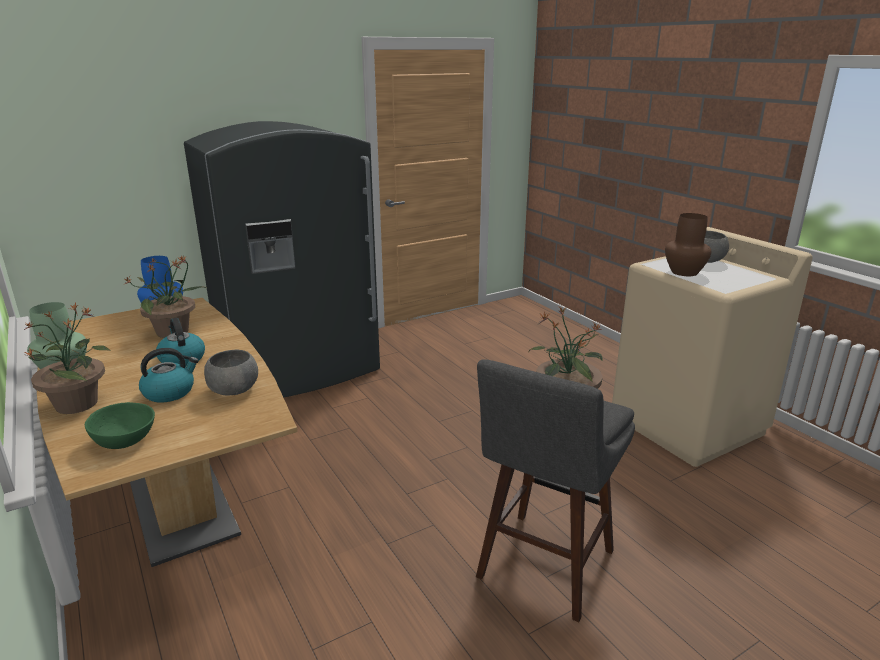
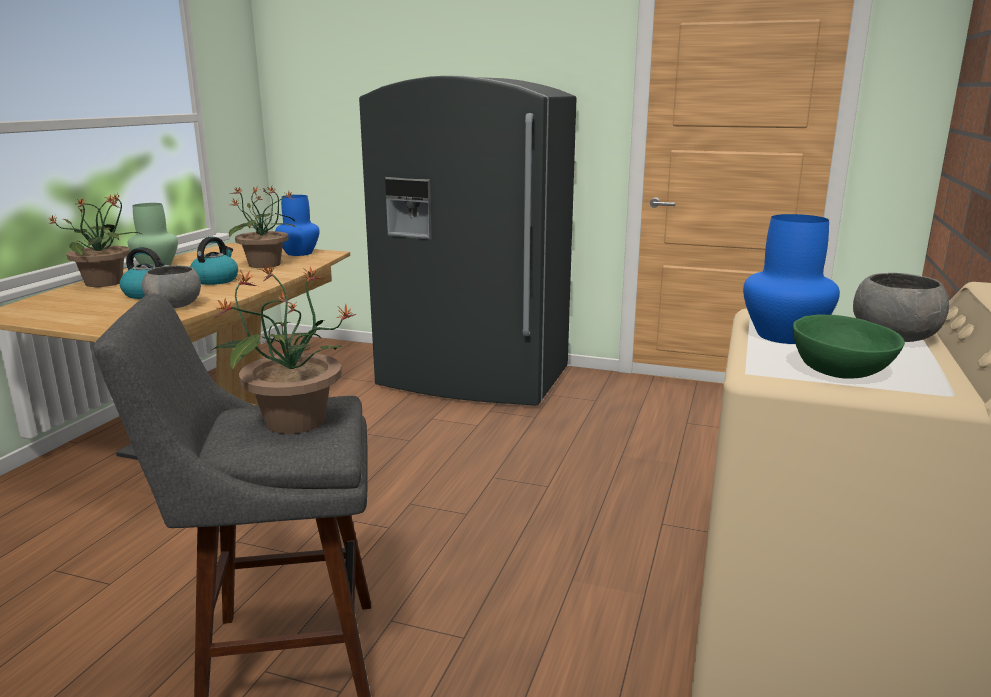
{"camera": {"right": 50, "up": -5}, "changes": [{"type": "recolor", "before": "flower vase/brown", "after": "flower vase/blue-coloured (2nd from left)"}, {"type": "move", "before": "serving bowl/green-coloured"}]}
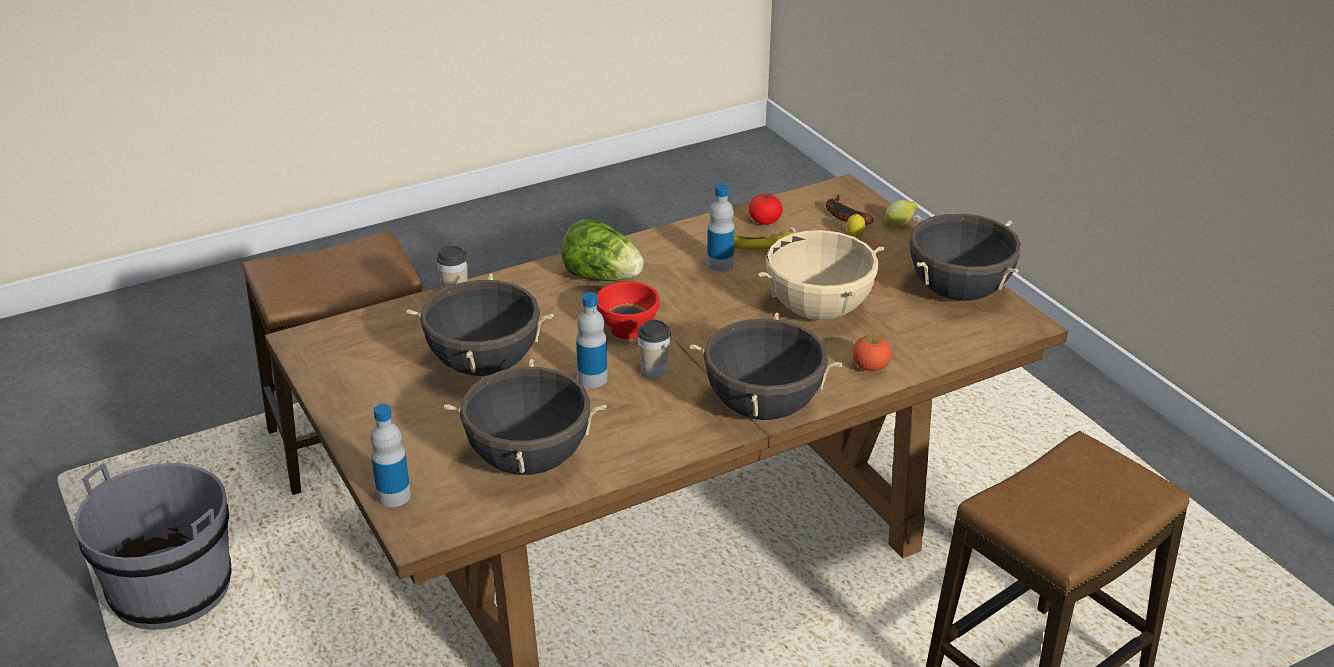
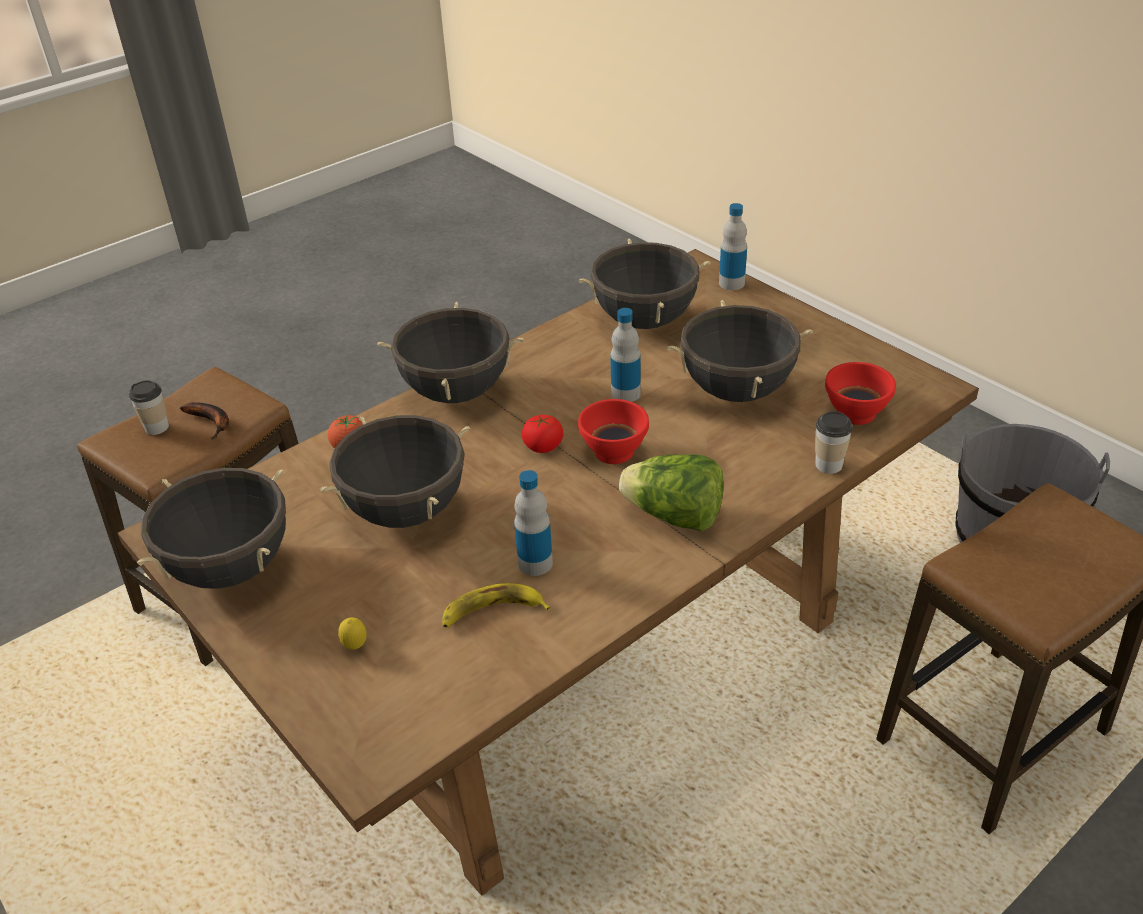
{"camera": {"right": 170, "up": 5}, "changes": [{"type": "move", "before": "cup (2nd from left in the first image)", "after": "cup (1st from left)"}, {"type": "move", "before": "banana (2nd from left in the first image)", "after": "banana (1st from left)"}, {"type": "recolor", "before": "saucepot/beige-coloured", "after": "saucepot/black (2nd from left)"}, {"type": "move", "before": "whole tomato (1st from left in the first image)", "after": "whole tomato (2nd from left)"}, {"type": "insert", "after": "serving bowl/reddish (2nd from left)"}, {"type": "delete", "before": "citrus fruit (2nd from left)"}]}
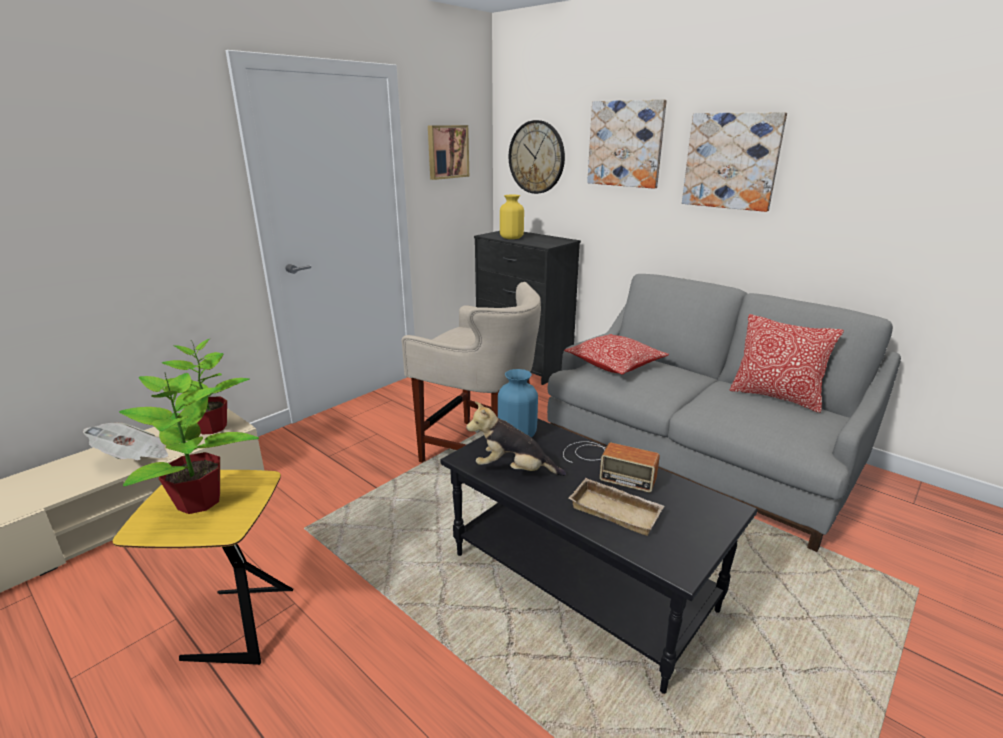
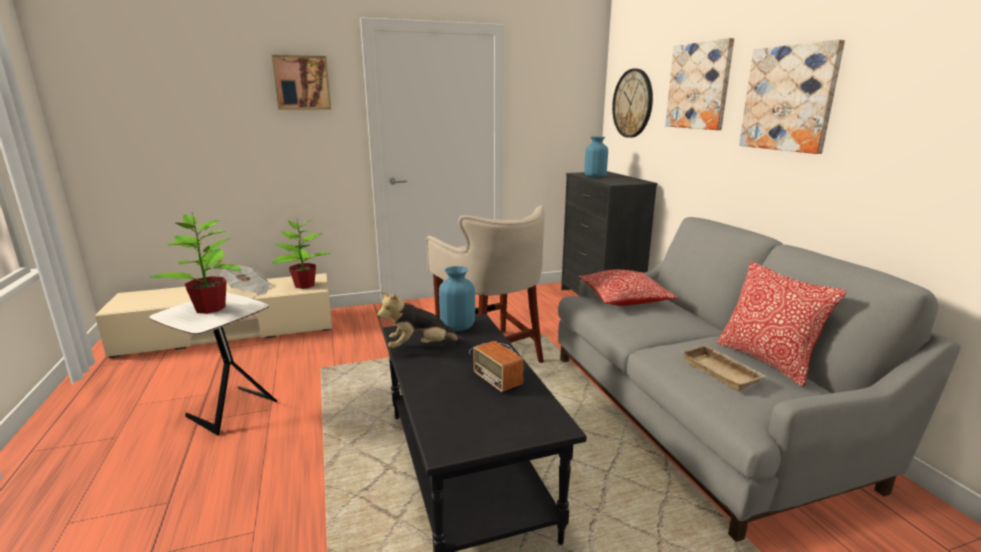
{"camera": {"right": 30, "up": -5}, "changes": [{"type": "recolor", "before": "accent table/yellow-coloured", "after": "accent table/whitish"}, {"type": "move", "before": "wall art (1st from left)"}, {"type": "rotate", "before": "cuddly toy", "turn": -60}, {"type": "recolor", "before": "flower vase/yellow-coloured", "after": "flower vase/blue-coloured (2nd from left)"}, {"type": "move", "before": "carrying tray/beige-coloured"}]}
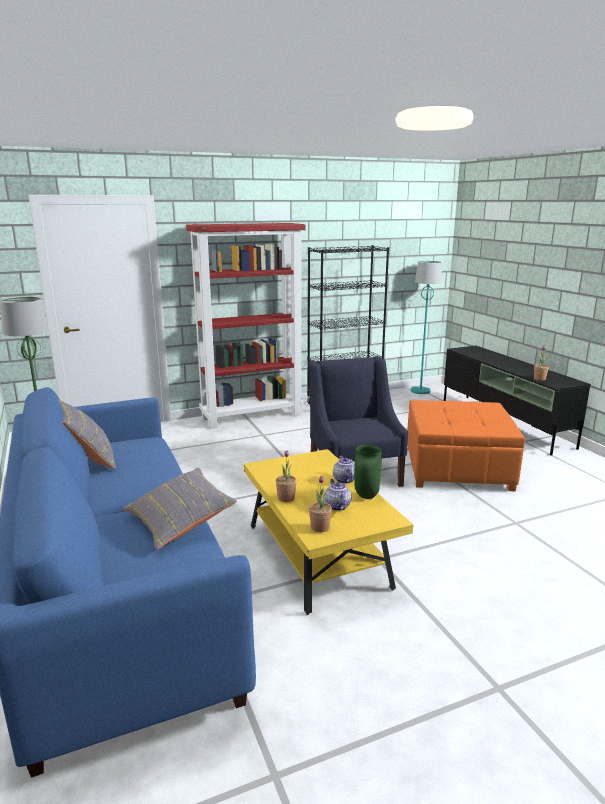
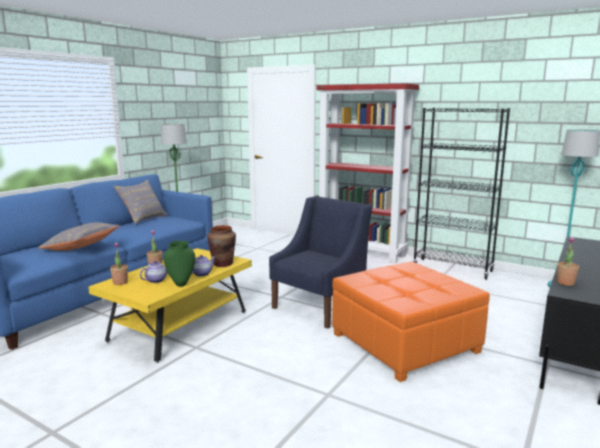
{"camera": {"right": 55, "up": -5}, "changes": [{"type": "insert", "after": "flower vase/brown"}]}
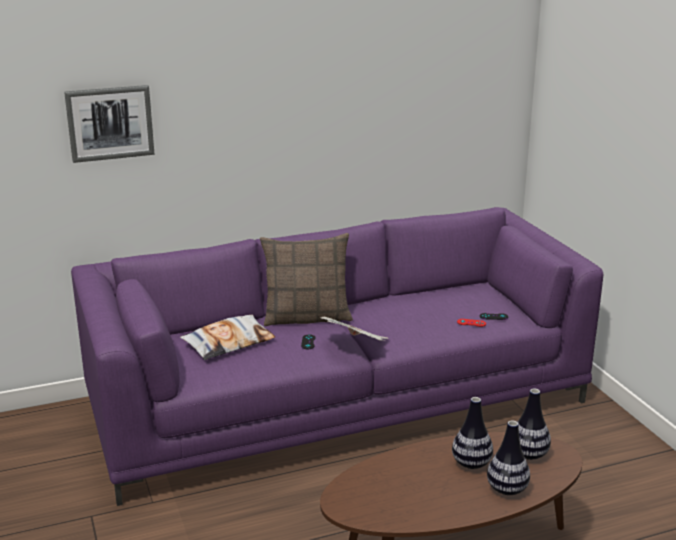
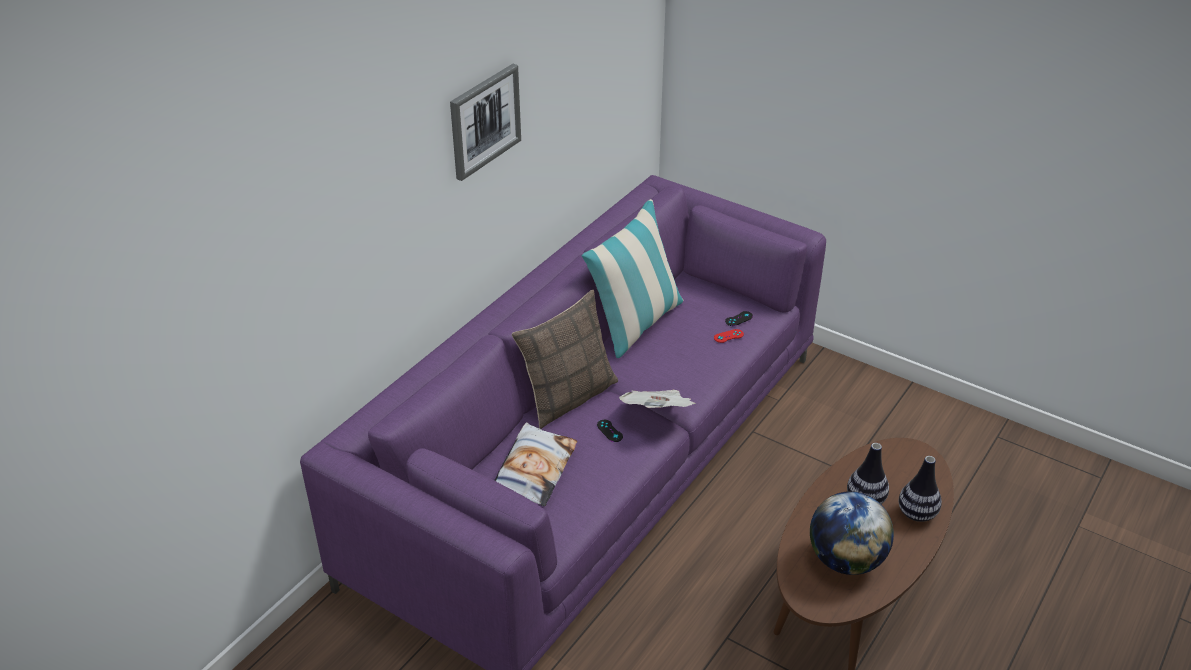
{"camera": {"right": -35, "up": 15}, "changes": [{"type": "move", "before": "wall art"}, {"type": "insert", "after": "cushion (3rd from left)"}, {"type": "insert", "after": "world globe"}, {"type": "delete", "before": "flower vase (3rd from left)"}]}
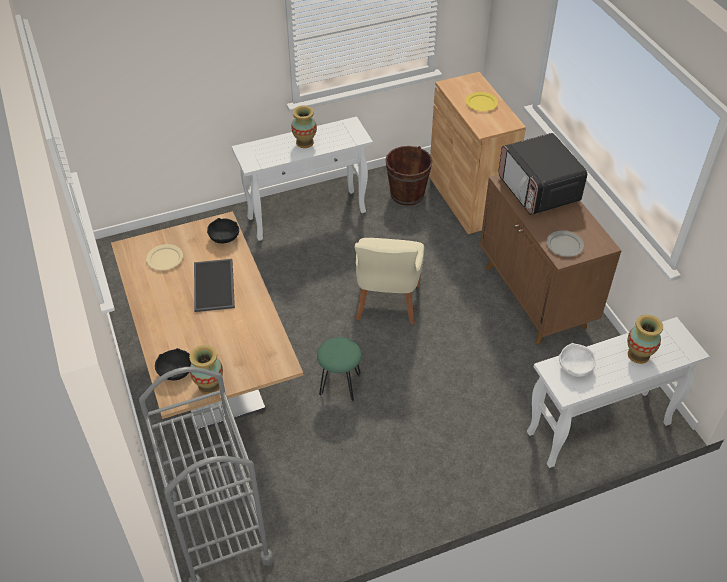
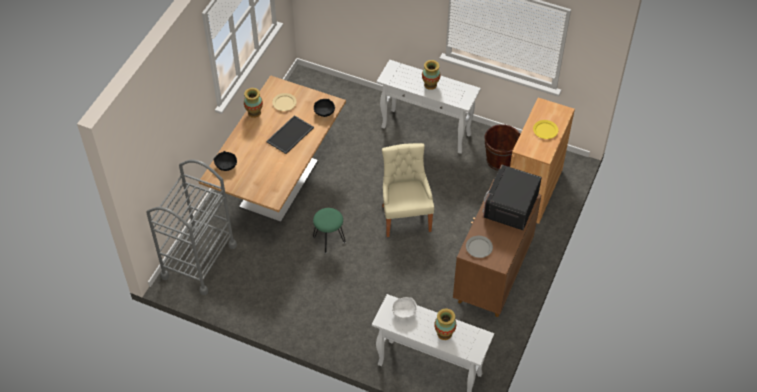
{"camera": {"right": 45, "up": 5}, "changes": [{"type": "move", "before": "flower vase (1st from left)"}, {"type": "rotate", "before": "upright chair/beige-coloured", "turn": 120}]}
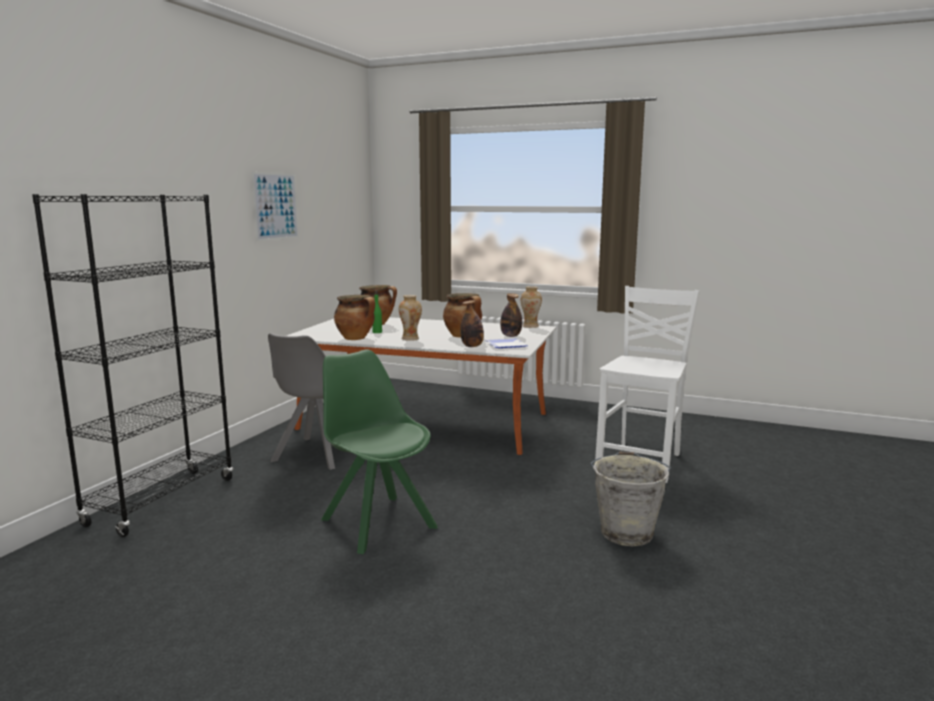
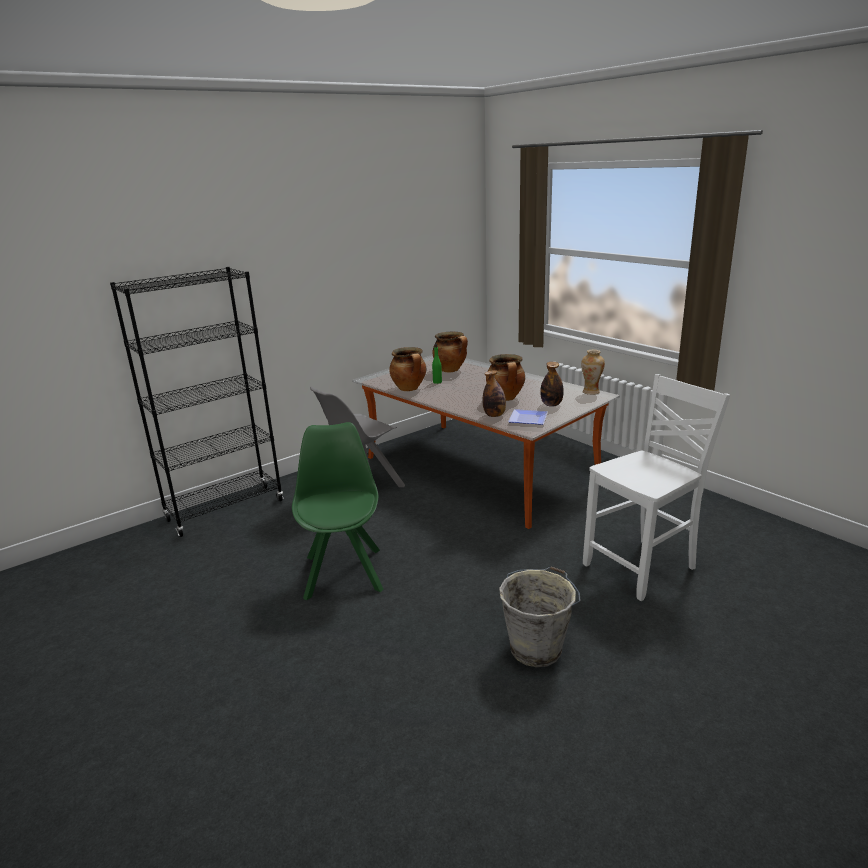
{"camera": {"right": 30, "up": 10}, "changes": [{"type": "delete", "before": "wall art"}, {"type": "delete", "before": "flower vase (1st from left)"}]}
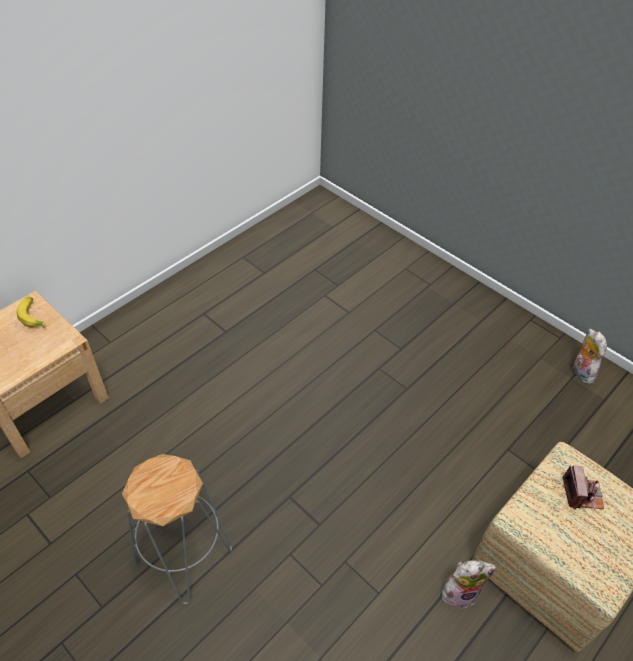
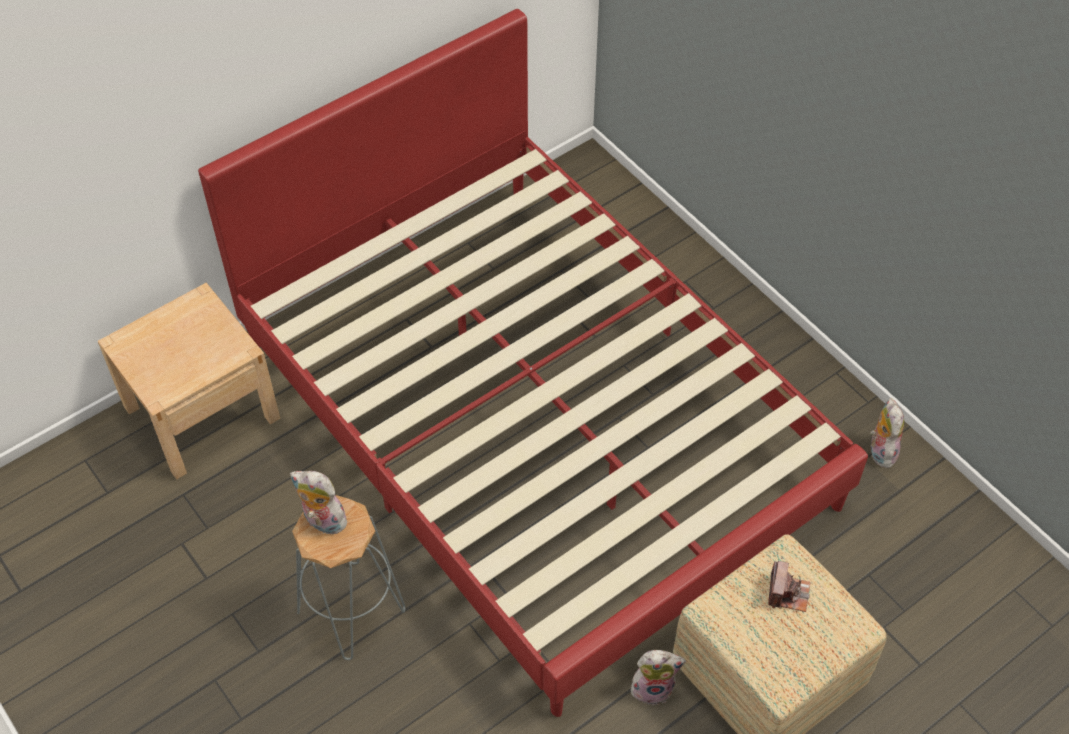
{"camera": {"right": 10, "up": 5}, "changes": [{"type": "insert", "after": "bed/reddish"}, {"type": "insert", "after": "cuddly toy (1st from left)"}, {"type": "delete", "before": "banana"}]}
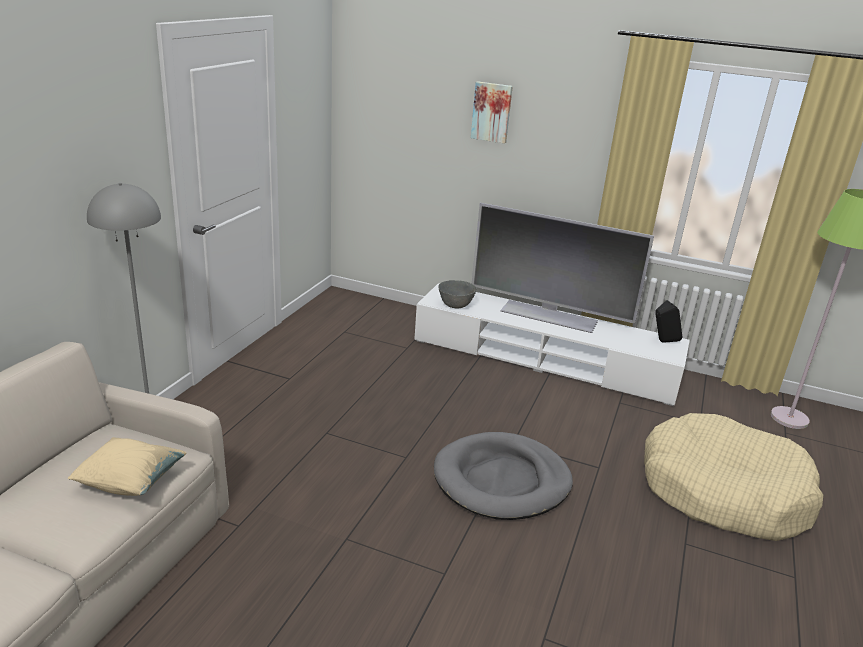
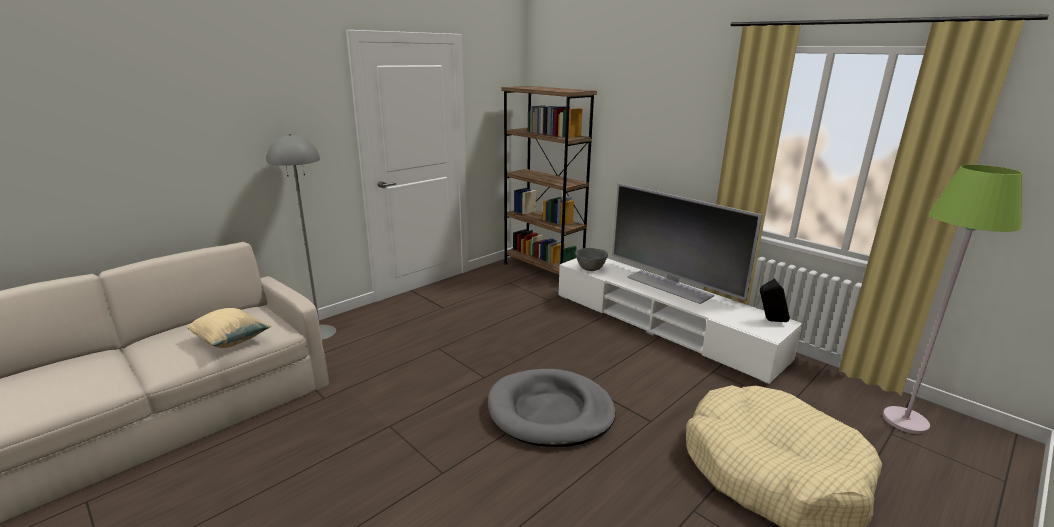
{"camera": {"right": 25, "up": -5}, "changes": [{"type": "insert", "after": "bookshelf/brown"}, {"type": "delete", "before": "wall art"}]}
